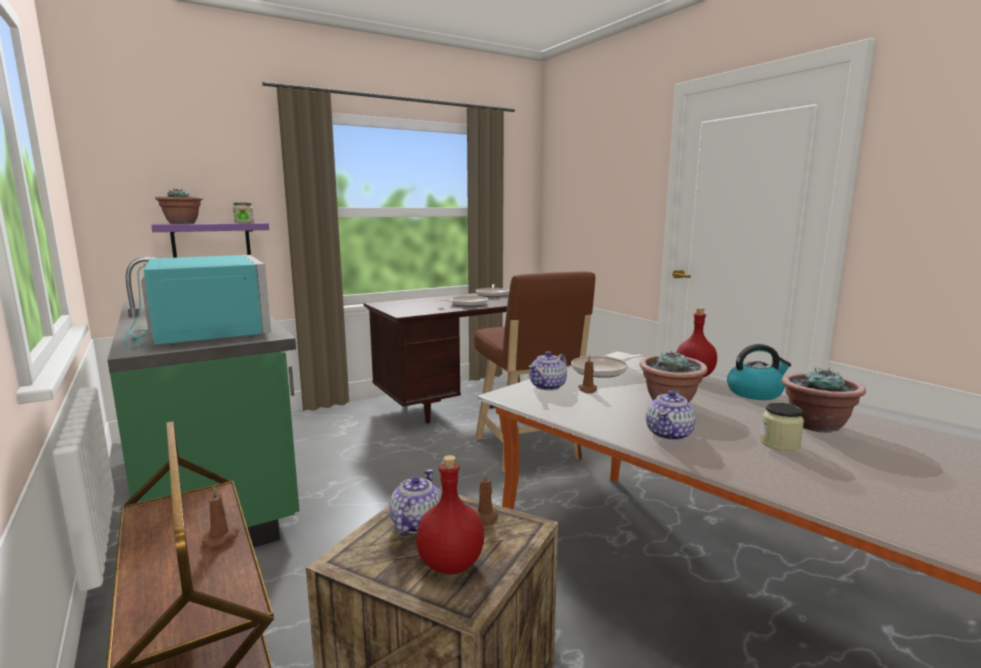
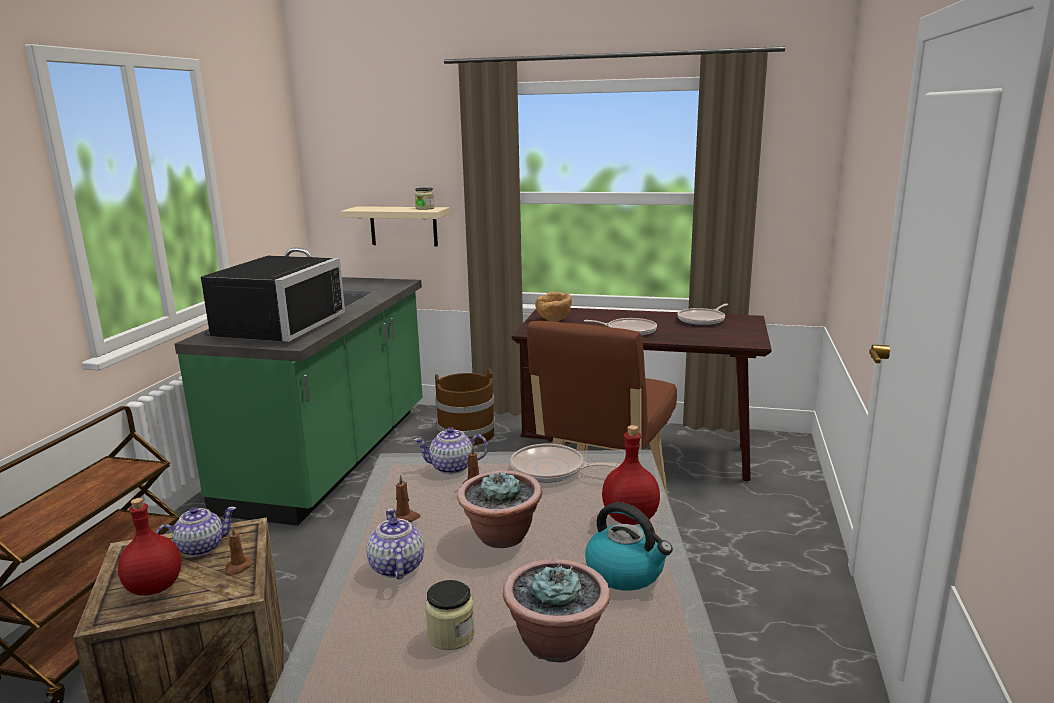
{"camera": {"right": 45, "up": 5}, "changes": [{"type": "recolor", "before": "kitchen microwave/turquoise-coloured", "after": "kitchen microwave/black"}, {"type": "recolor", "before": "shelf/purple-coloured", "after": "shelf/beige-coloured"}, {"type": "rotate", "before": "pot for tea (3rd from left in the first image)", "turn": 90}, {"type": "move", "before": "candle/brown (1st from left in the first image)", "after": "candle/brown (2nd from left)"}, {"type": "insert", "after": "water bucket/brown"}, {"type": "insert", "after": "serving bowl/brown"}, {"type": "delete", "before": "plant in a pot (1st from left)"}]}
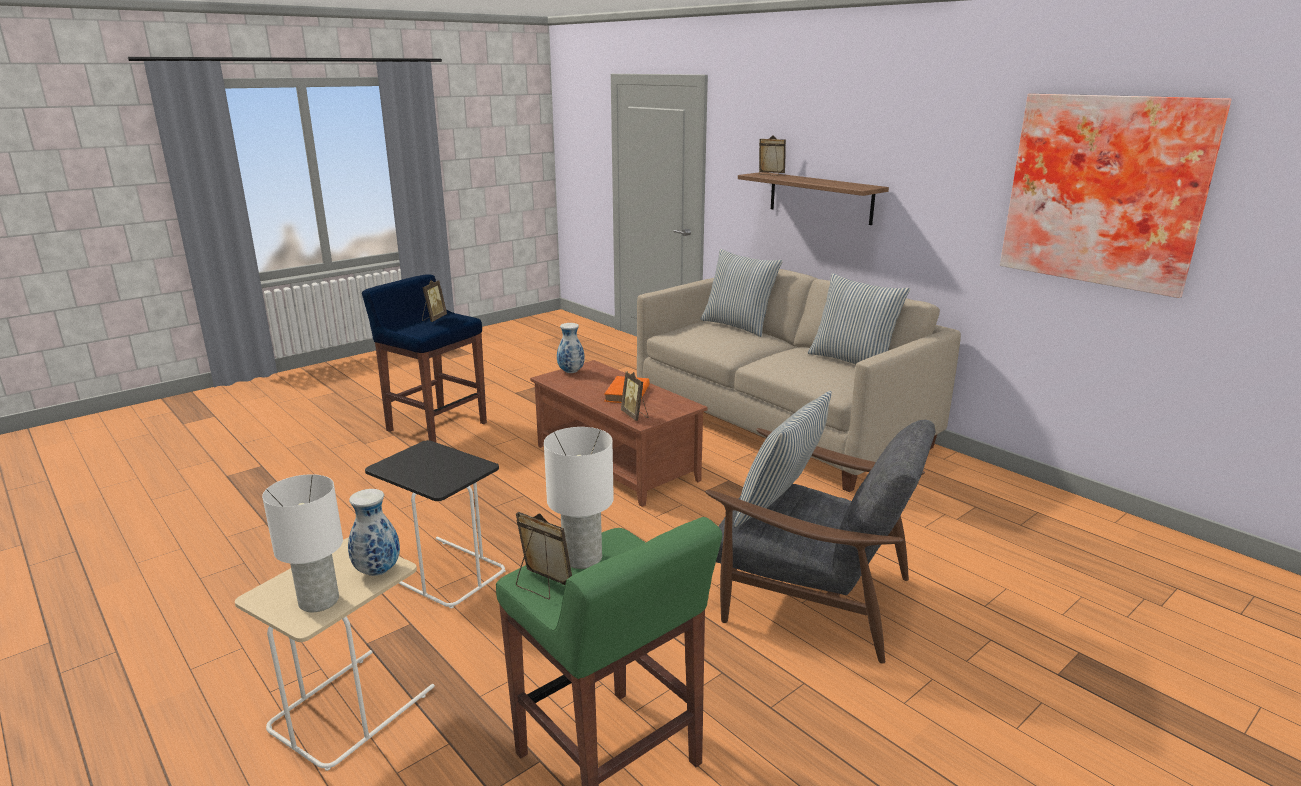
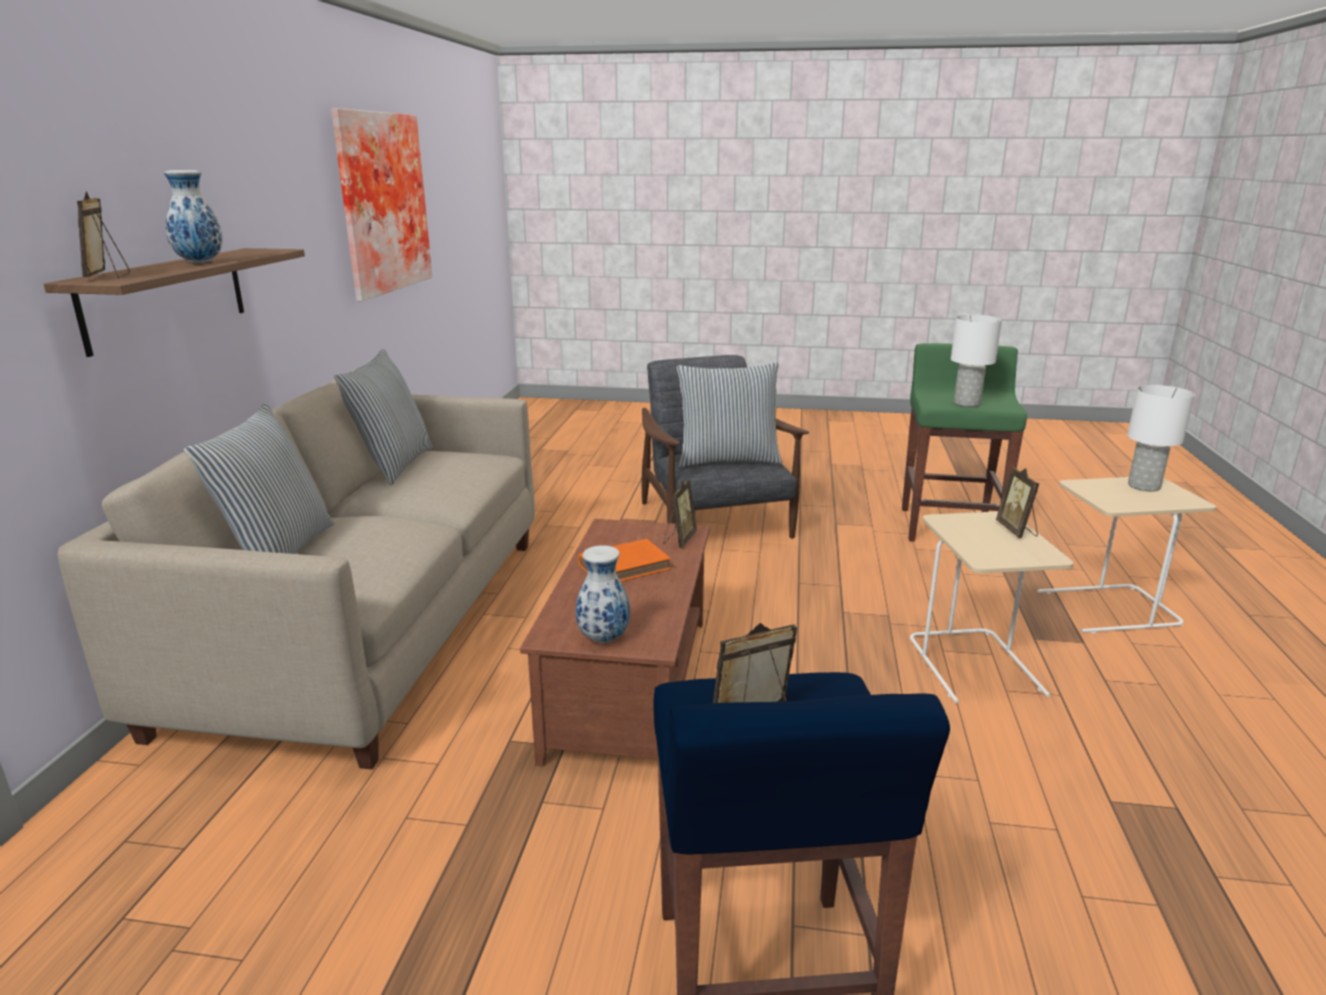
{"camera": {"right": -130, "up": 0}, "changes": [{"type": "move", "before": "flower vase (1st from left)"}, {"type": "recolor", "before": "accent table/black", "after": "accent table/beige-coloured (1st from left)"}, {"type": "move", "before": "standing frame (2nd from left in the first image)", "after": "standing frame (4th from left)"}]}
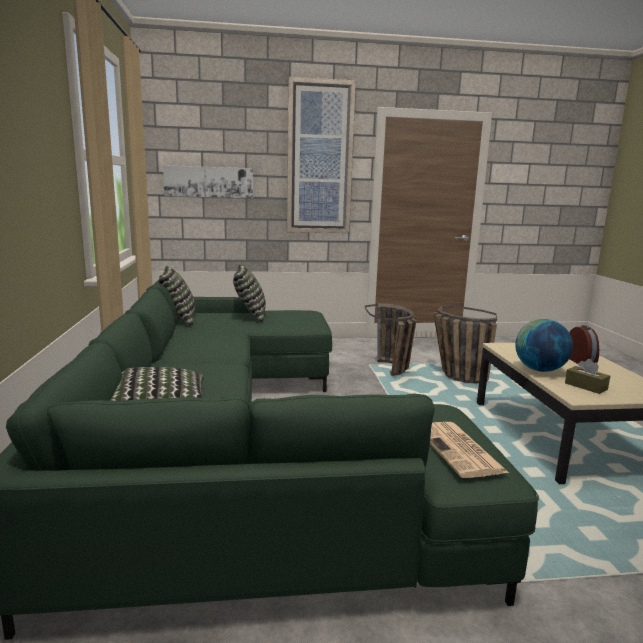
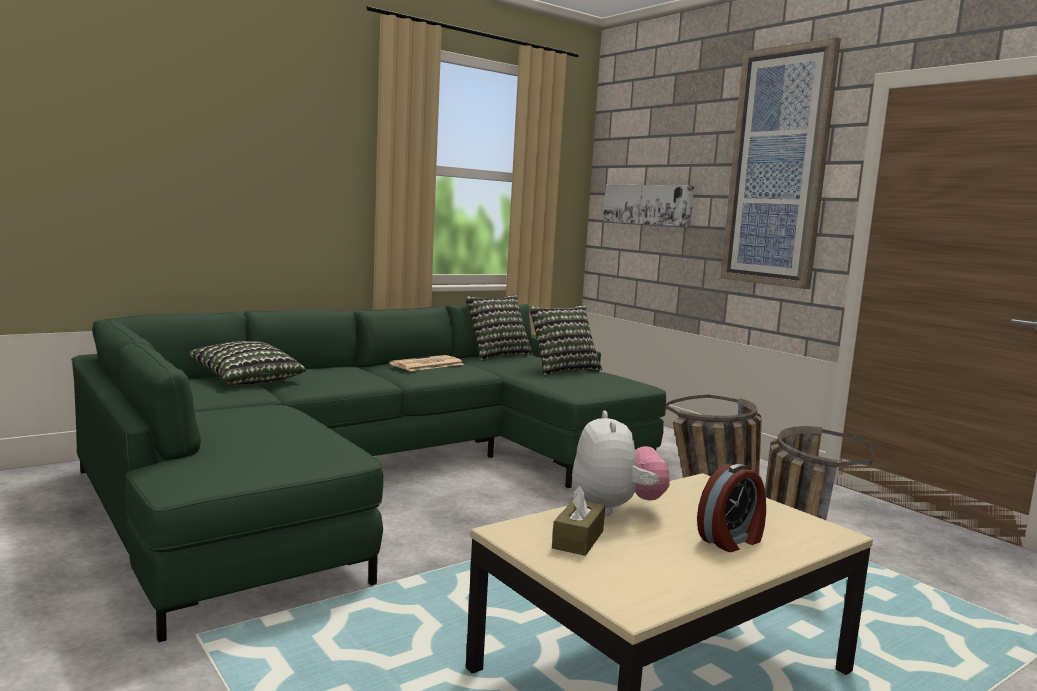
{"camera": {"right": 60, "up": -5}, "changes": [{"type": "move", "before": "newspaper"}, {"type": "replace", "before": "world globe", "after": "cuddly toy"}]}
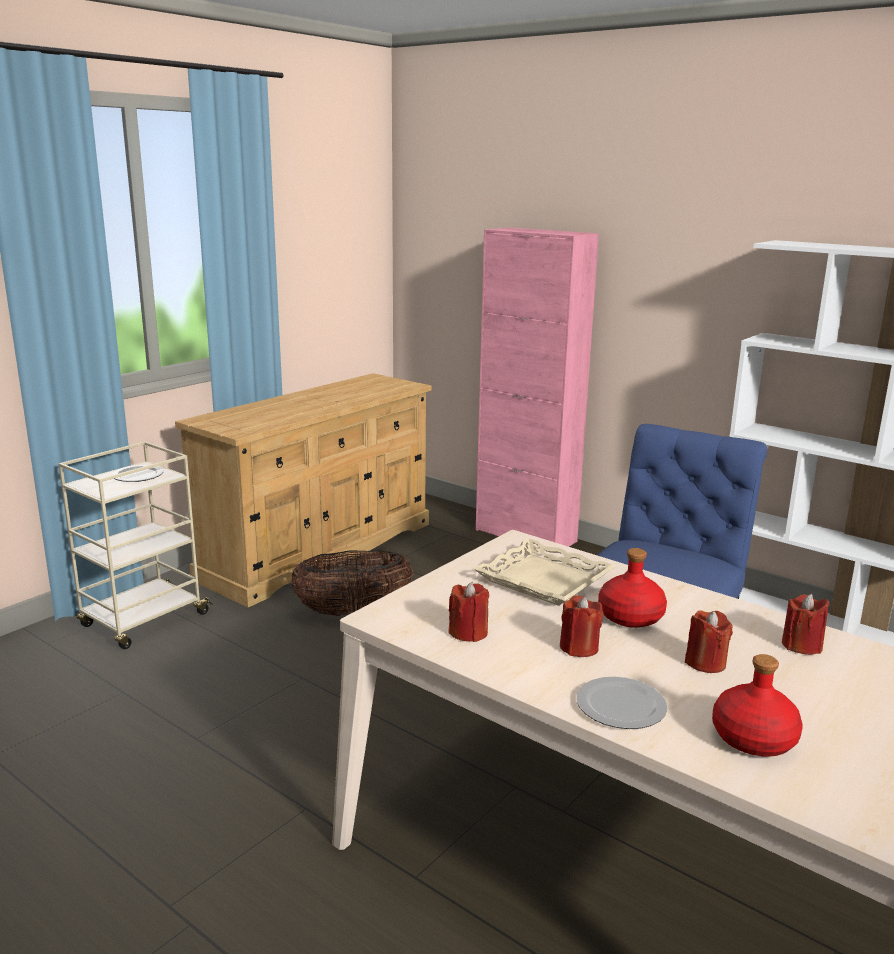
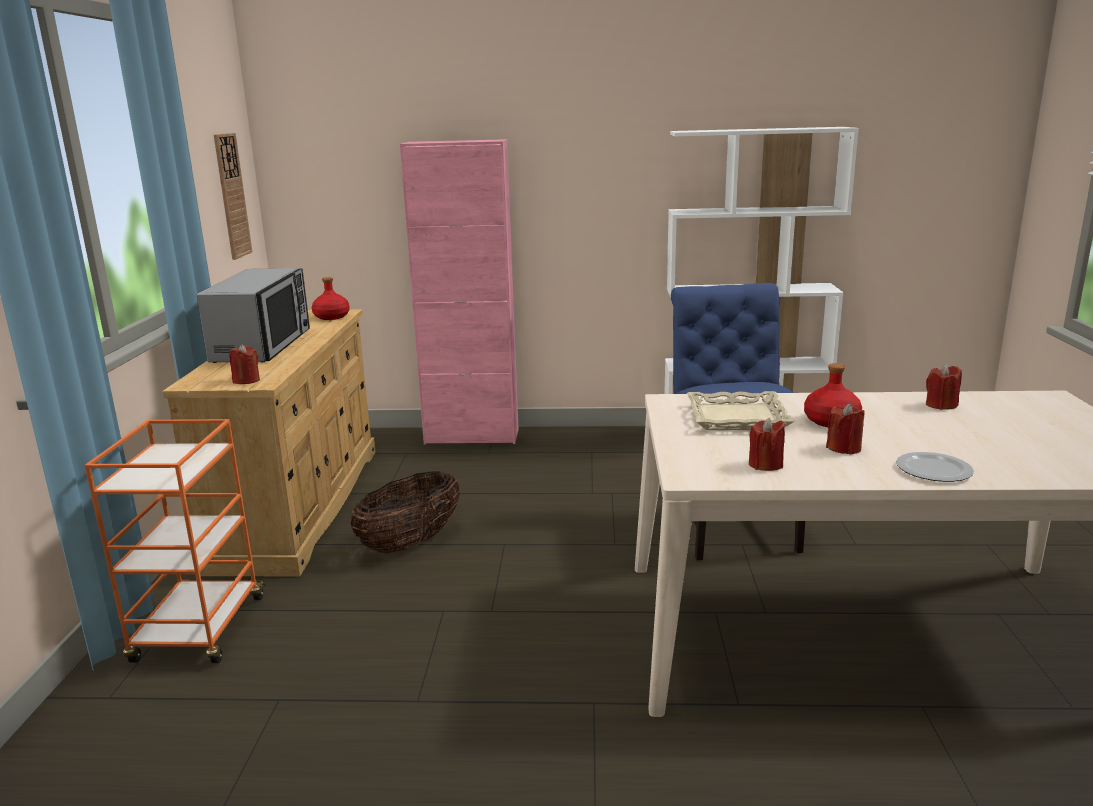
{"camera": {"right": -35, "up": 0}, "changes": [{"type": "recolor", "before": "cart/beige-coloured", "after": "cart/orange"}, {"type": "insert", "after": "kitchen microwave"}, {"type": "insert", "after": "wall clock"}, {"type": "move", "before": "candle/reddish (3rd from left in the first image)", "after": "candle/reddish (1st from left)"}, {"type": "move", "before": "beverage bottle/reddish (2nd from left in the first image)", "after": "beverage bottle/reddish (1st from left)"}, {"type": "delete", "before": "flat dish (1st from left)"}]}
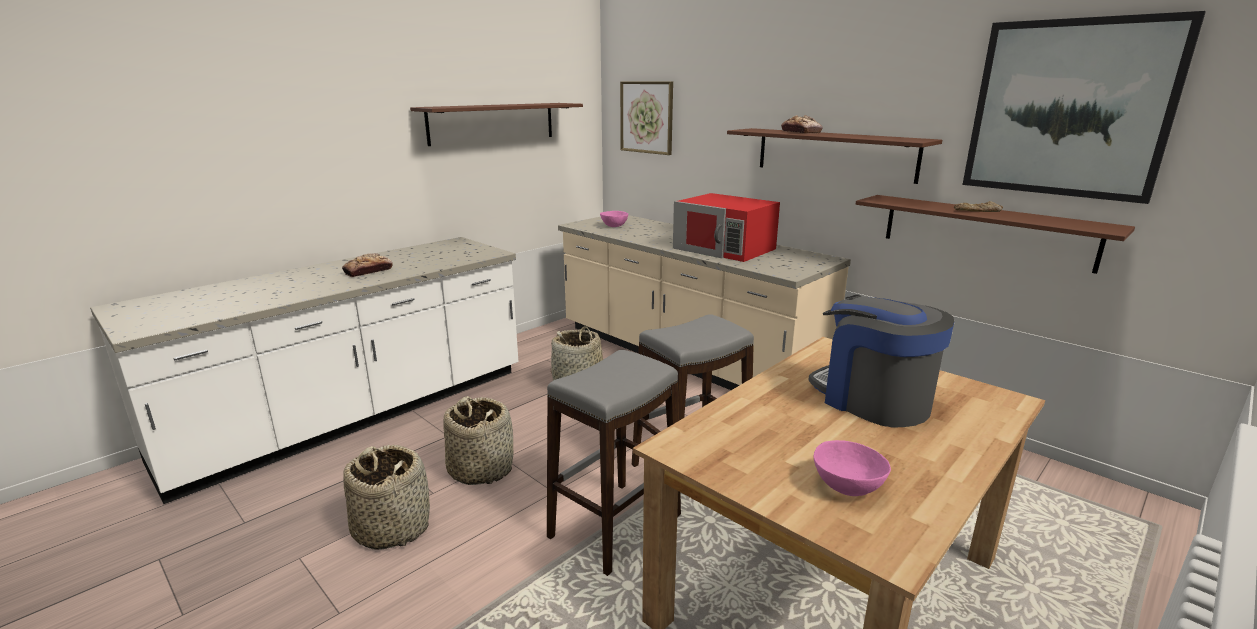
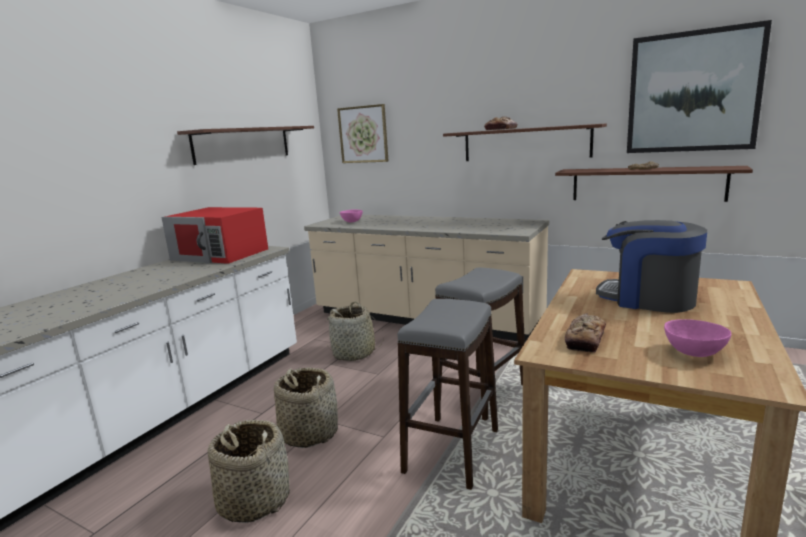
{"camera": {"right": -15, "up": -5}, "changes": [{"type": "move", "before": "kitchen microwave/reddish"}, {"type": "move", "before": "bread (1st from left in the first image)", "after": "bread (2nd from left)"}]}
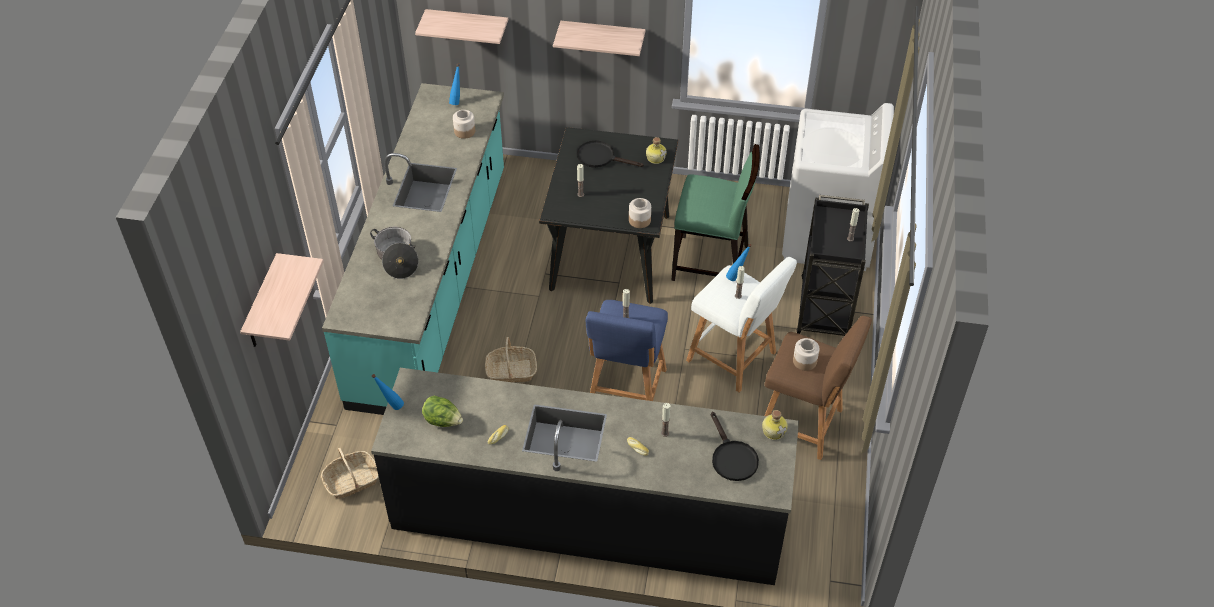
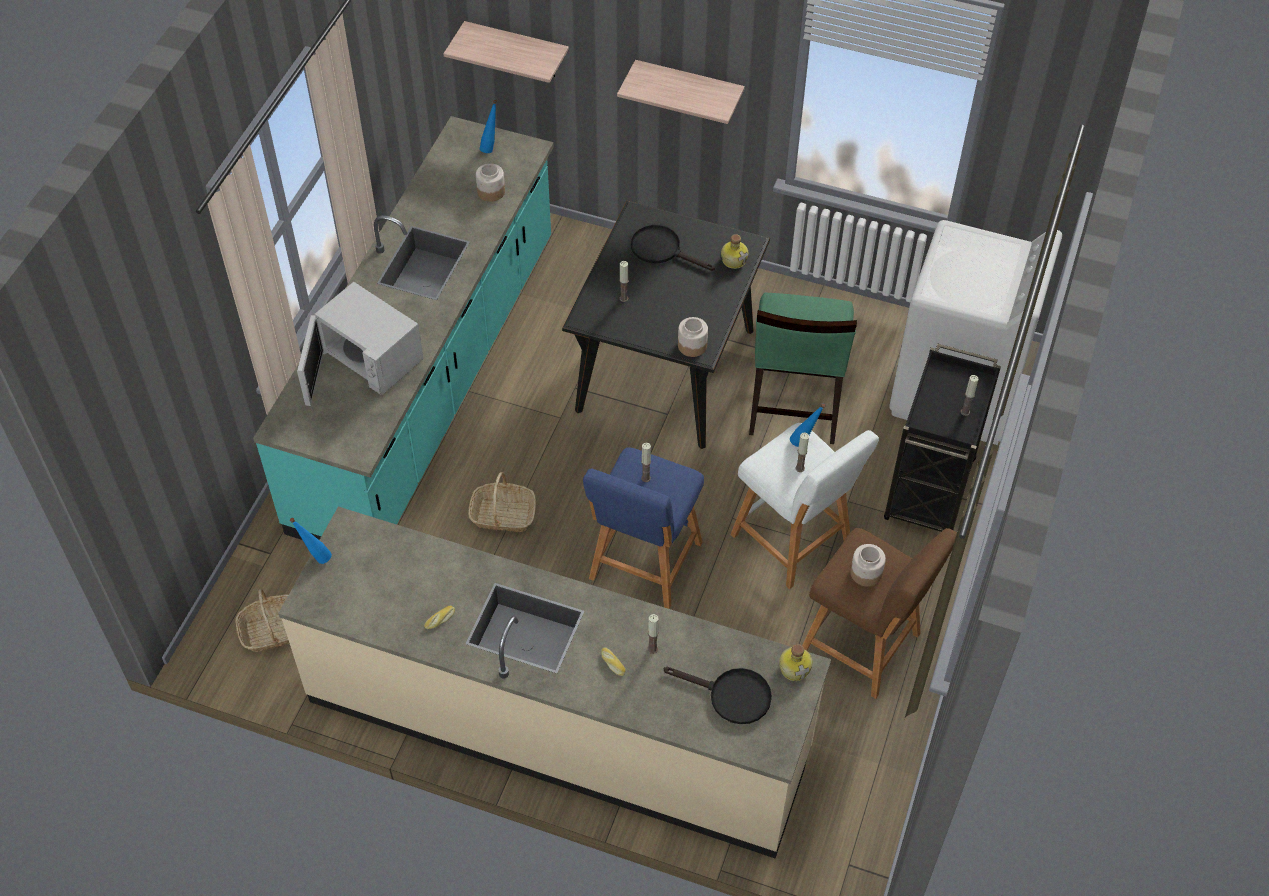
{"camera": {"right": 10, "up": 5}, "changes": [{"type": "recolor", "before": "counter/black", "after": "counter/beige-coloured"}, {"type": "replace", "before": "saucepot", "after": "kitchen microwave/whitish"}, {"type": "rotate", "before": "pan/black (2nd from left)", "turn": -60}, {"type": "rotate", "before": "upright chair/green-coloured", "turn": 75}, {"type": "delete", "before": "shelf (1st from left)"}, {"type": "delete", "before": "lettuce head"}]}
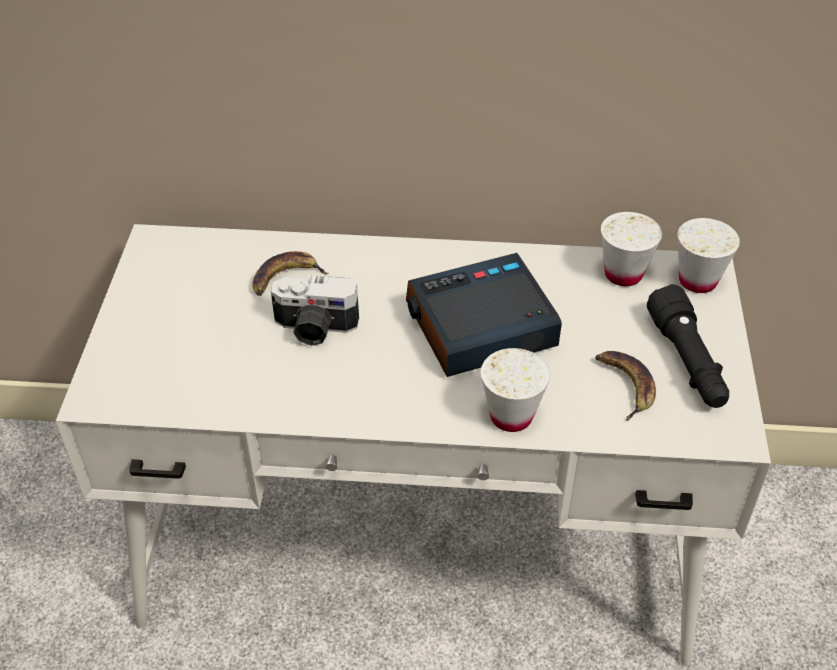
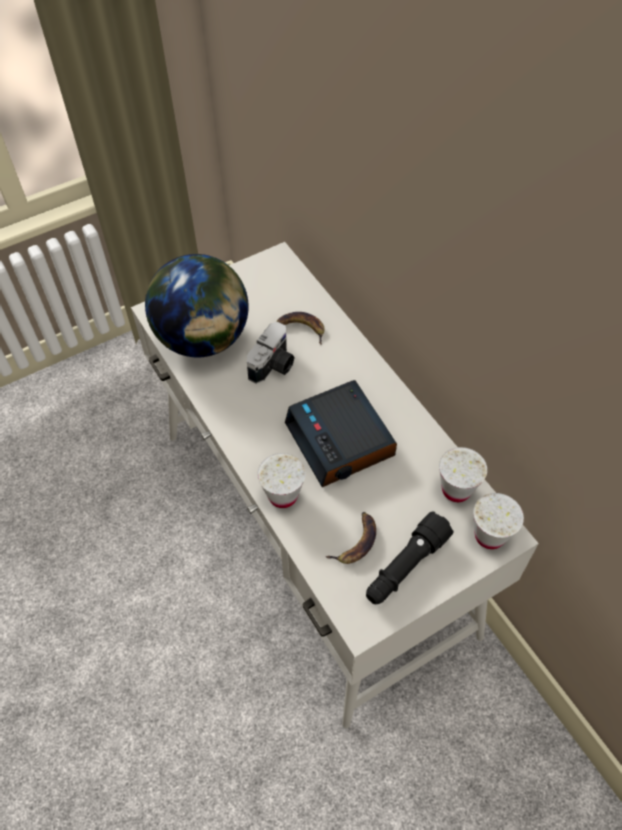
{"camera": {"right": 55, "up": 10}, "changes": [{"type": "insert", "after": "world globe"}, {"type": "rotate", "before": "photo camera", "turn": -120}, {"type": "rotate", "before": "table clock", "turn": -150}]}
